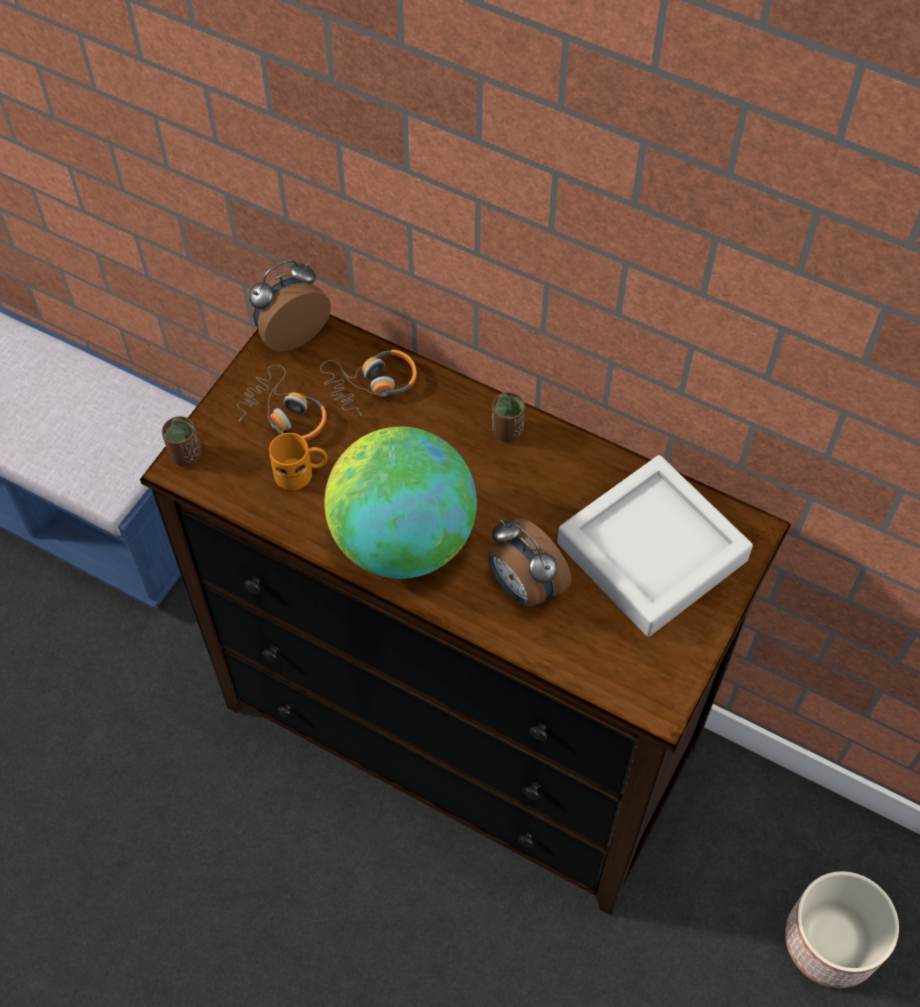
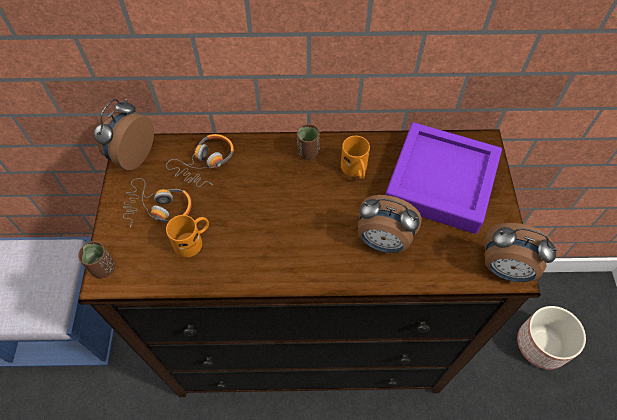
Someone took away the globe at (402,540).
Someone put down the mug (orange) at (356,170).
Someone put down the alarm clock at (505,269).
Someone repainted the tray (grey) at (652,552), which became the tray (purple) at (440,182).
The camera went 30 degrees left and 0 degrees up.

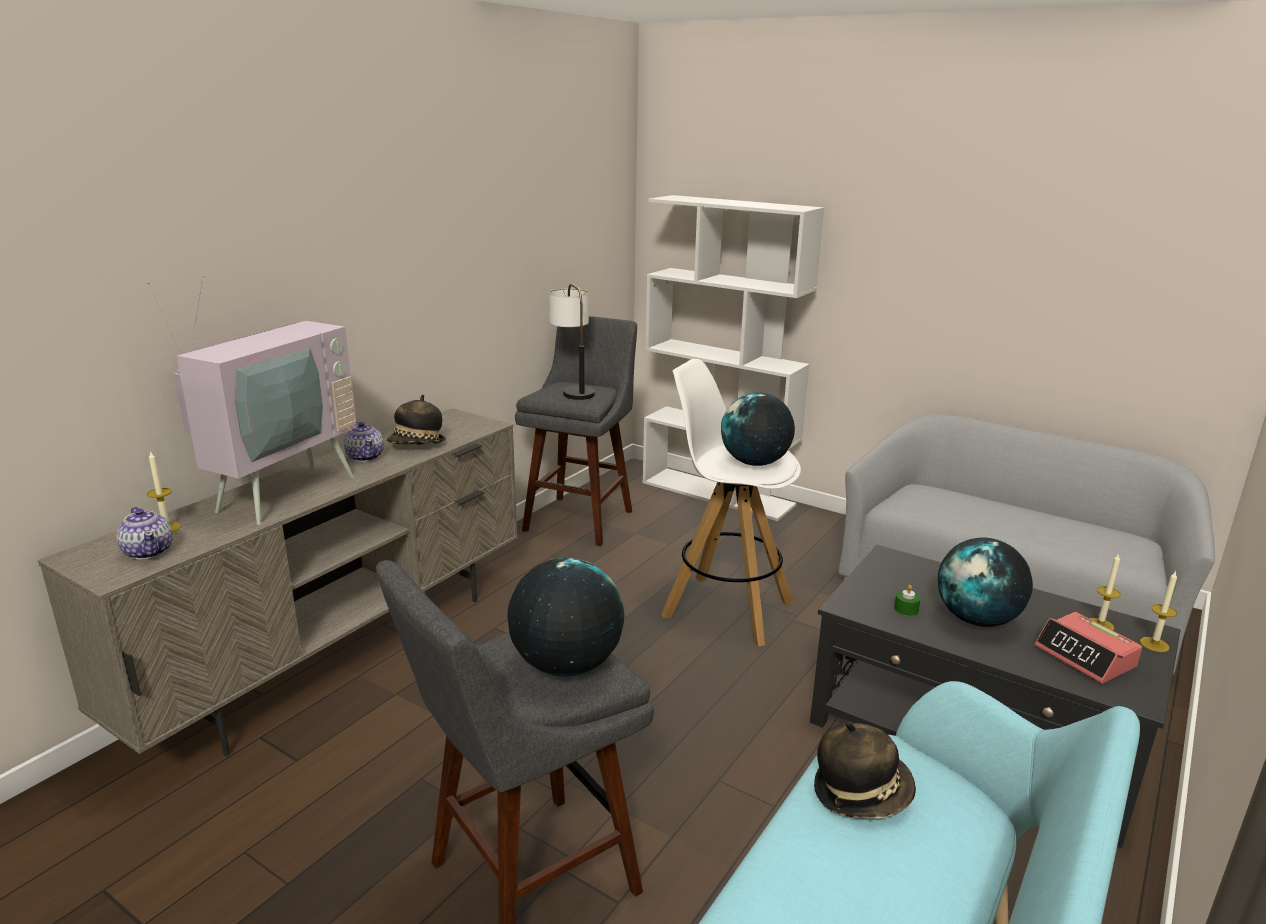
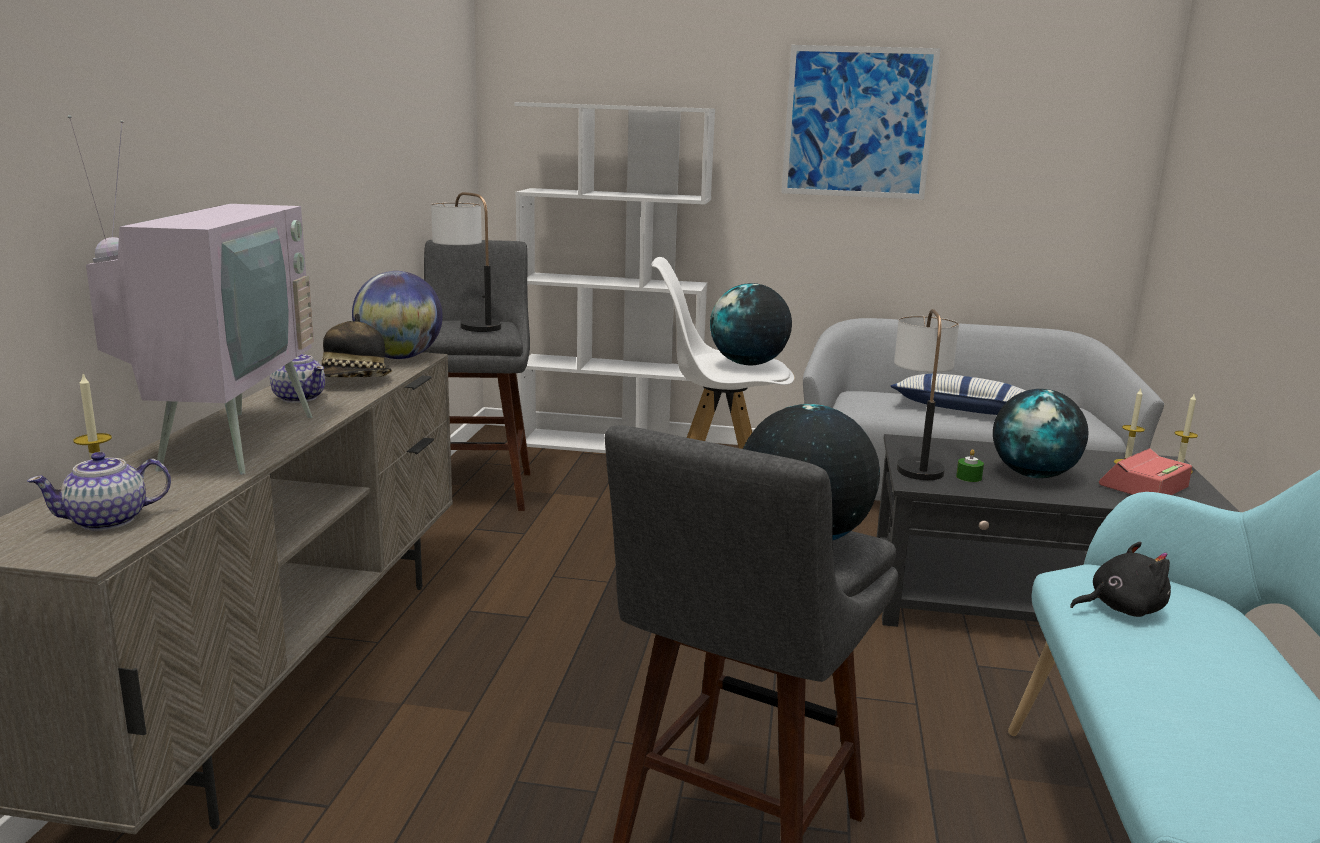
Someone put down the globe at (400,357).
Someone put up the picture at (858,123).
Someone put down the pillow at (964,410).
Someone put down the table lamp at (916,462).
Someone swapped the hat at (861,792) for the plush toy (black) at (1121,608).
Someone rotated the teapot at (149,551) by 120 degrees clockwise.
Someone rotated the alarm clock at (1085,657) by 105 degrees clockwise.
The camera went 25 degrees left and 5 degrees down.

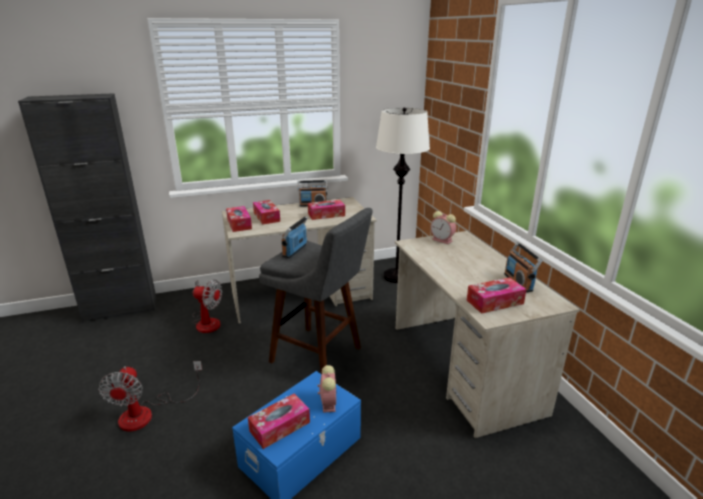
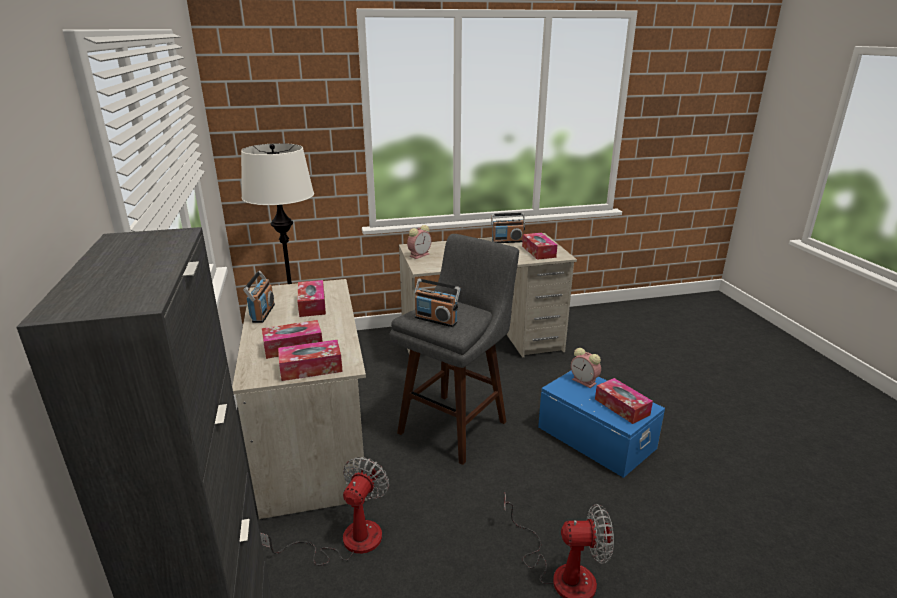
Someone rotated the alarm clock at (328,402) by 135 degrees counterclockwise.
The camera went 85 degrees left and 0 degrees up.

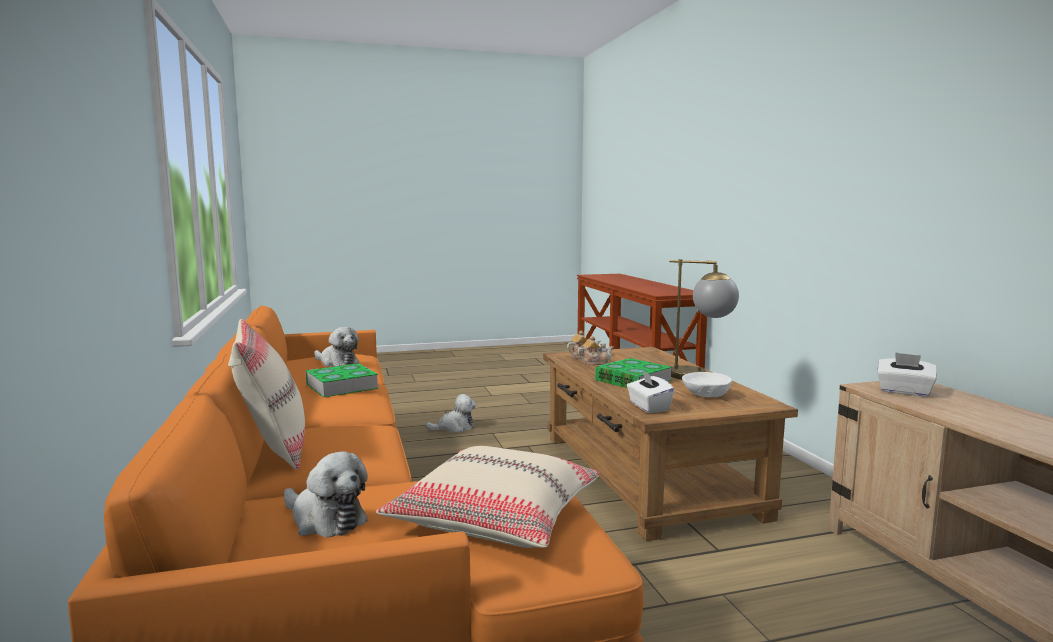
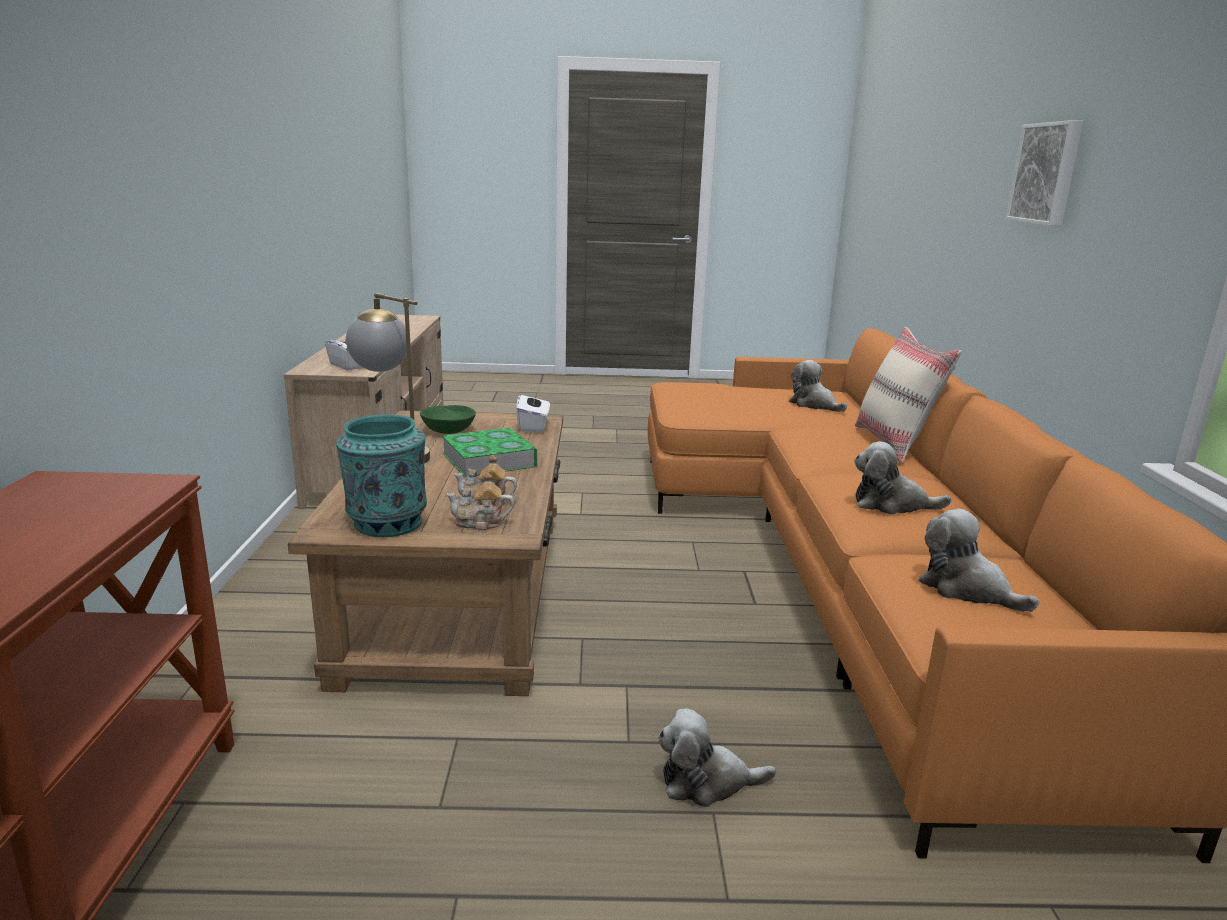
Someone took away the pillow (beige) at (495,516).
Someone put down the vase (turquoise) at (386,524).
Someone put up the picture at (1047,173).
Someone swapped the book at (342,386) for the plush toy at (891,504).
Someone repainted the bowl (white) at (706,395), which became the bowl (green) at (447,431).
The camera went 165 degrees left and 10 degrees up.

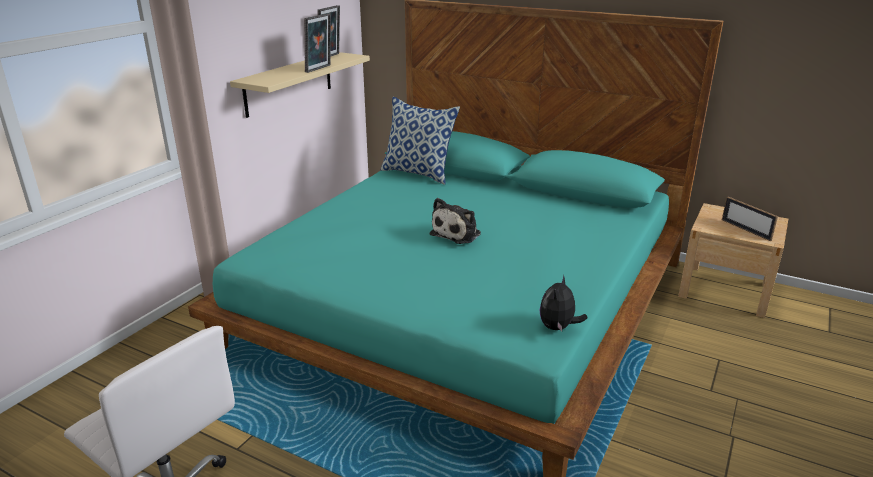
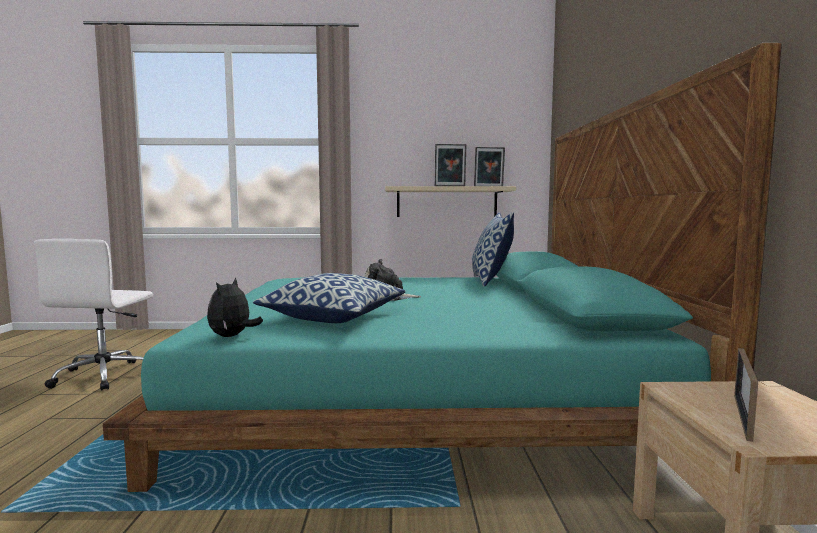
Someone put down the pillow at (334,317).
Someone rotated the plush toy at (558,327) by 75 degrees counterclockwise.
The camera went 60 degrees right and 20 degrees down.

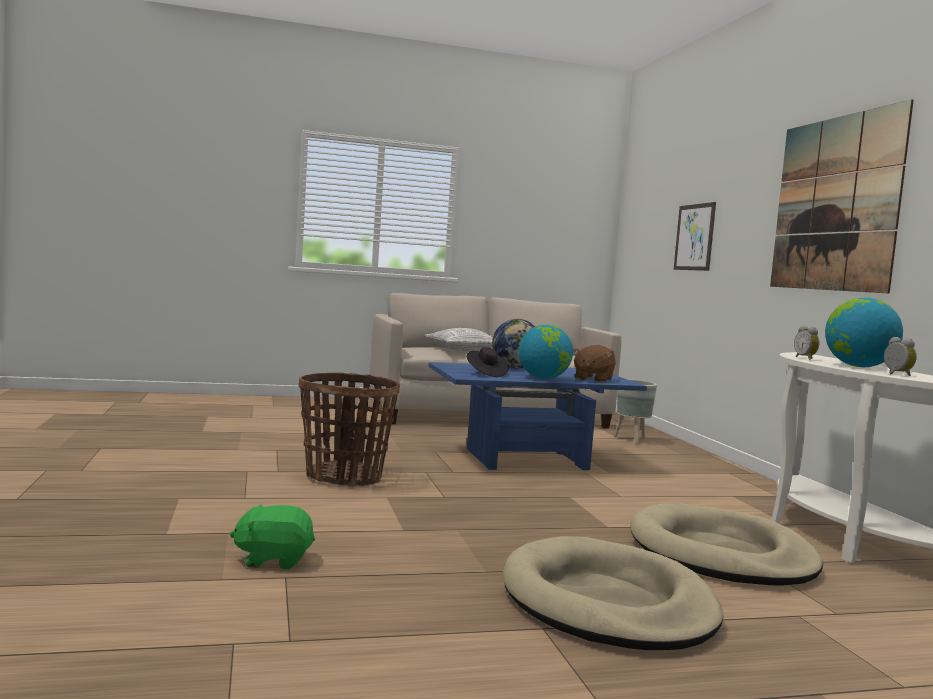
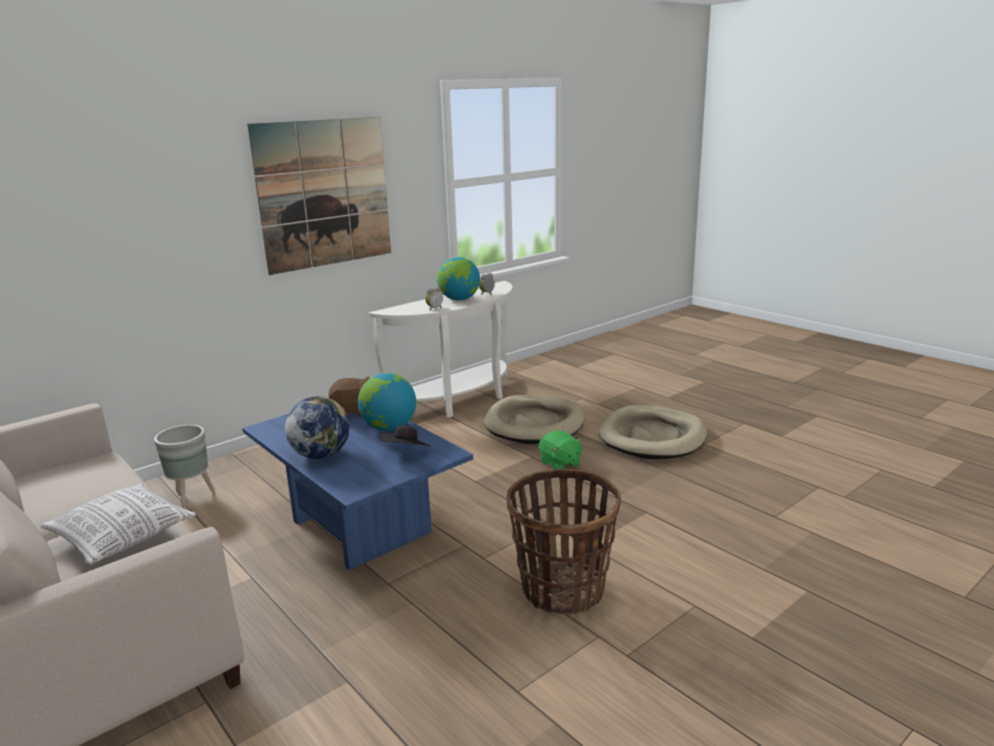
Someone took away the picture at (694,237).
Someone carried the plush toy (green) from (273,560) to (560,464).
The camera went 115 degrees left and 15 degrees up.

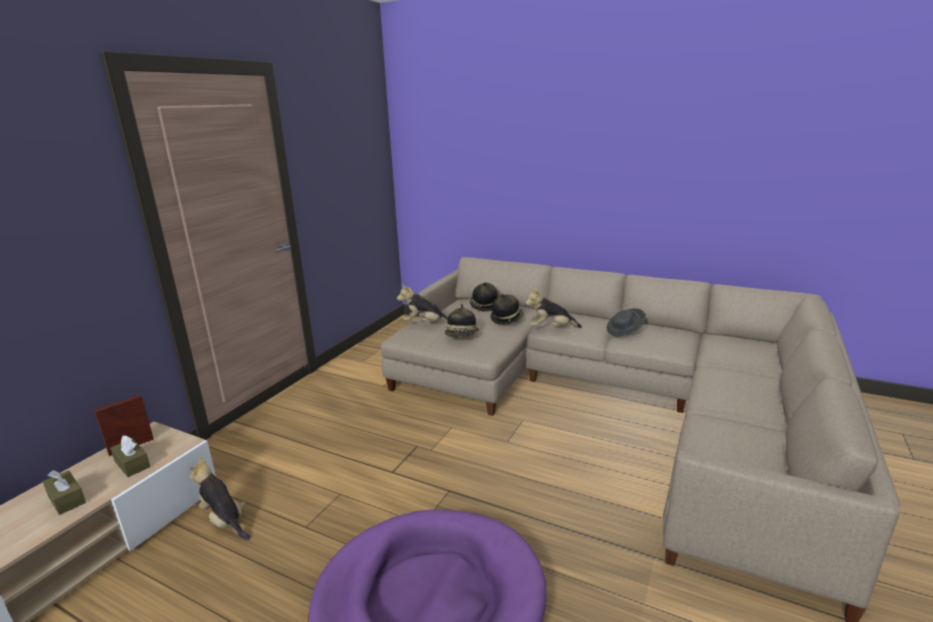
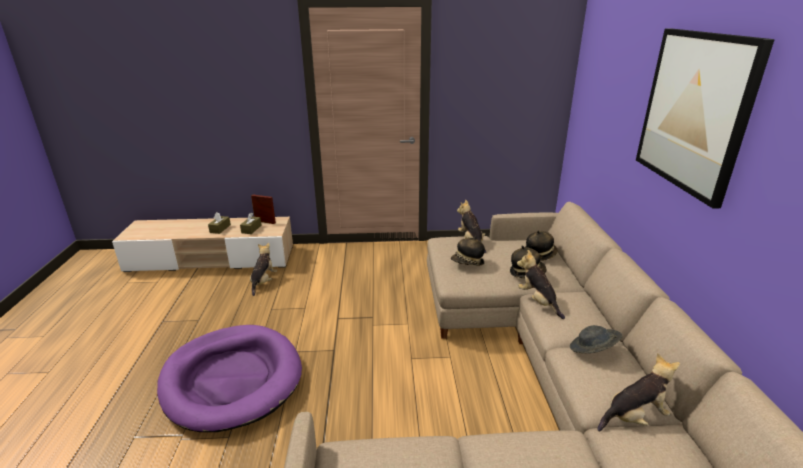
Someone put down the plush toy at (634,417).
Someone put up the picture at (694,112).
The camera went 60 degrees right and 5 degrees up.

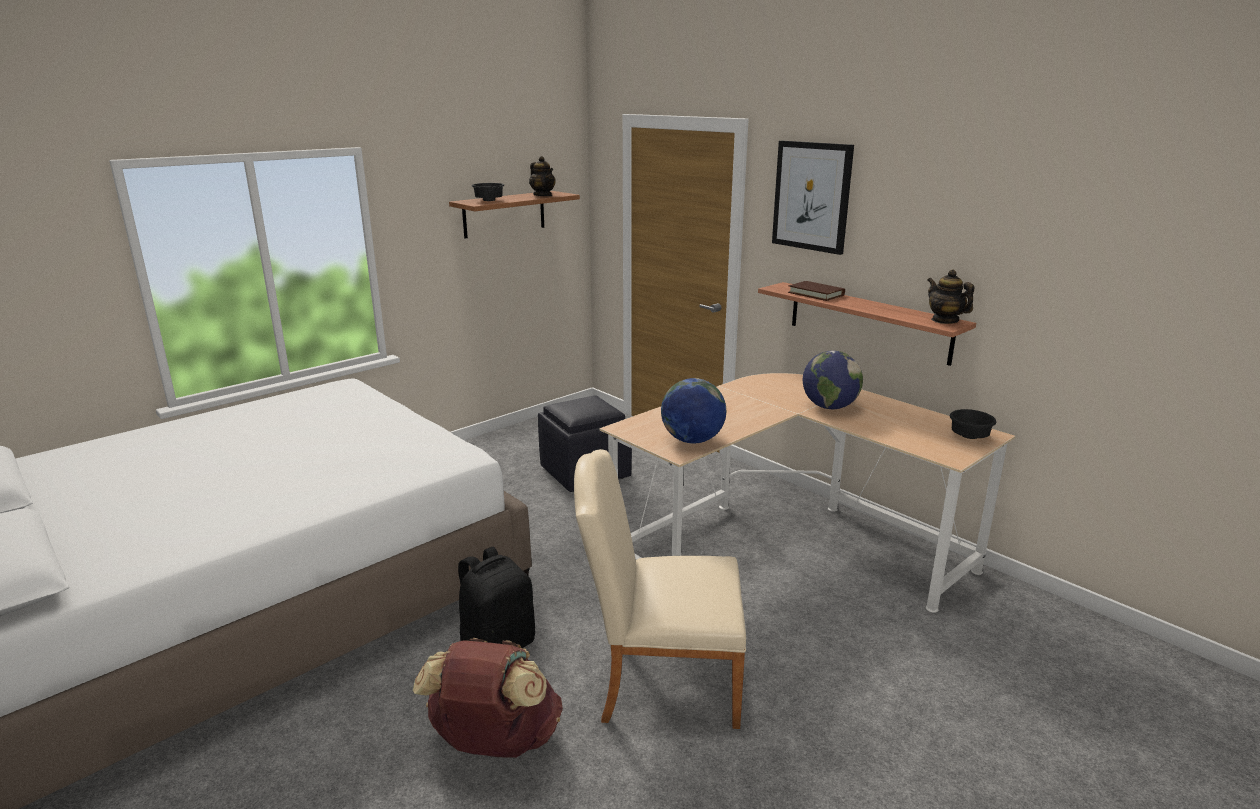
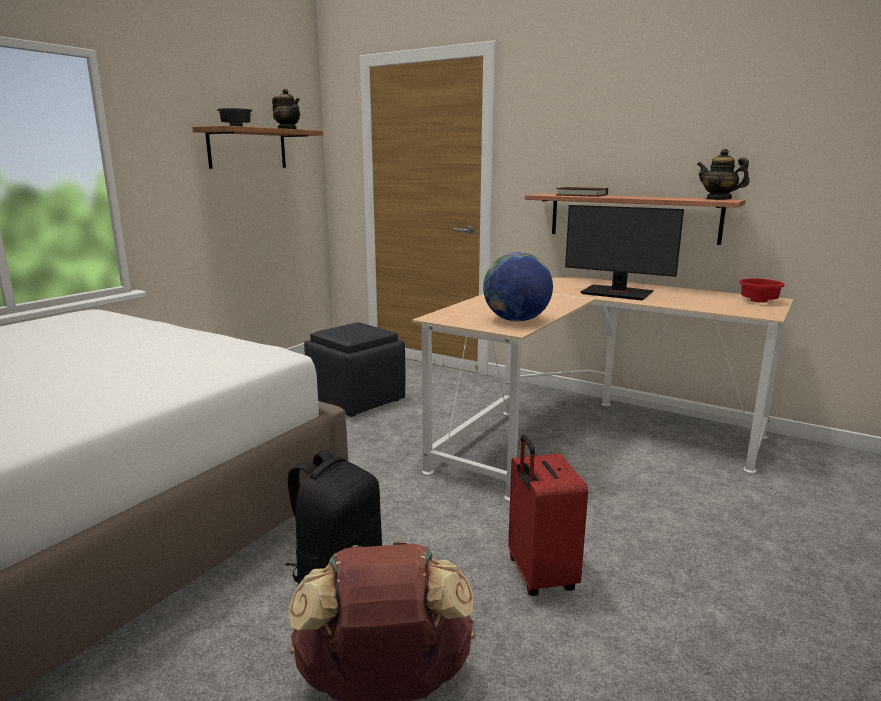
Someone took away the picture at (812,196).
Someone swapped the chair (beige) at (658,679) for the suitcase (red) at (539,576).
Someone swapped the globe at (829,407) for the monitor at (617,293).
Someone repainted the bowl (black) at (970,437), which became the bowl (red) at (760,302).
The camera went 15 degrees left and 5 degrees down.

